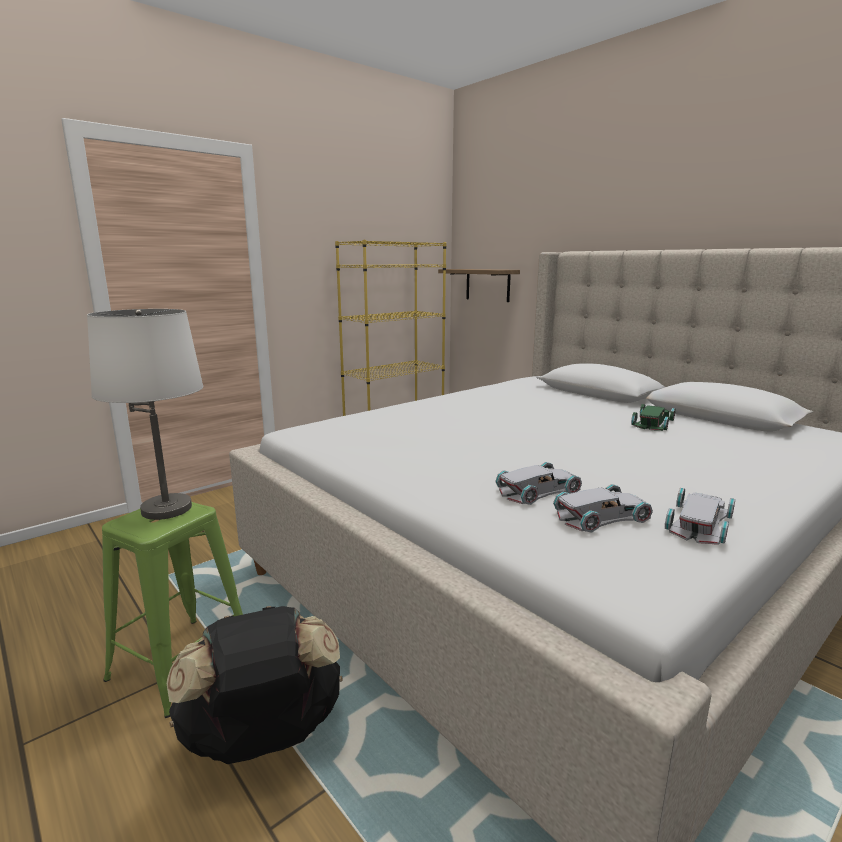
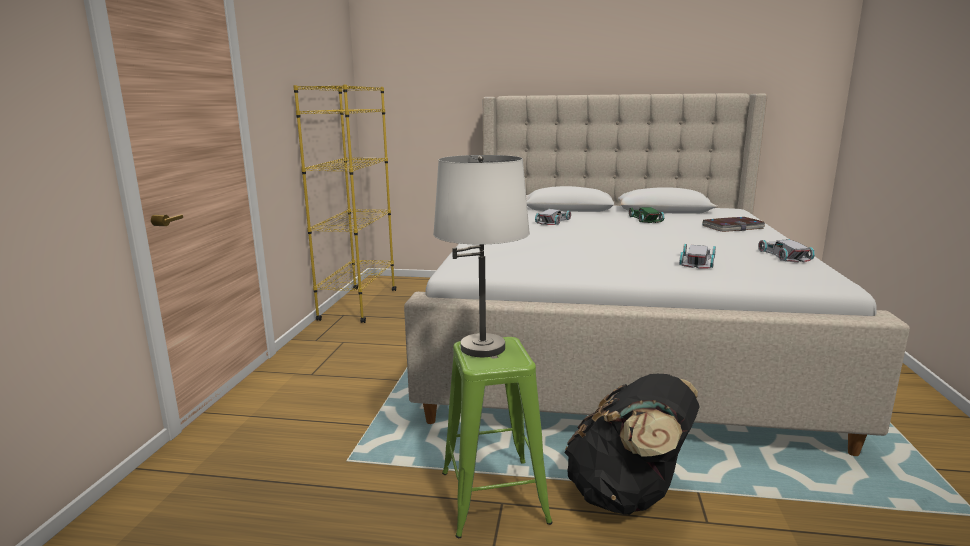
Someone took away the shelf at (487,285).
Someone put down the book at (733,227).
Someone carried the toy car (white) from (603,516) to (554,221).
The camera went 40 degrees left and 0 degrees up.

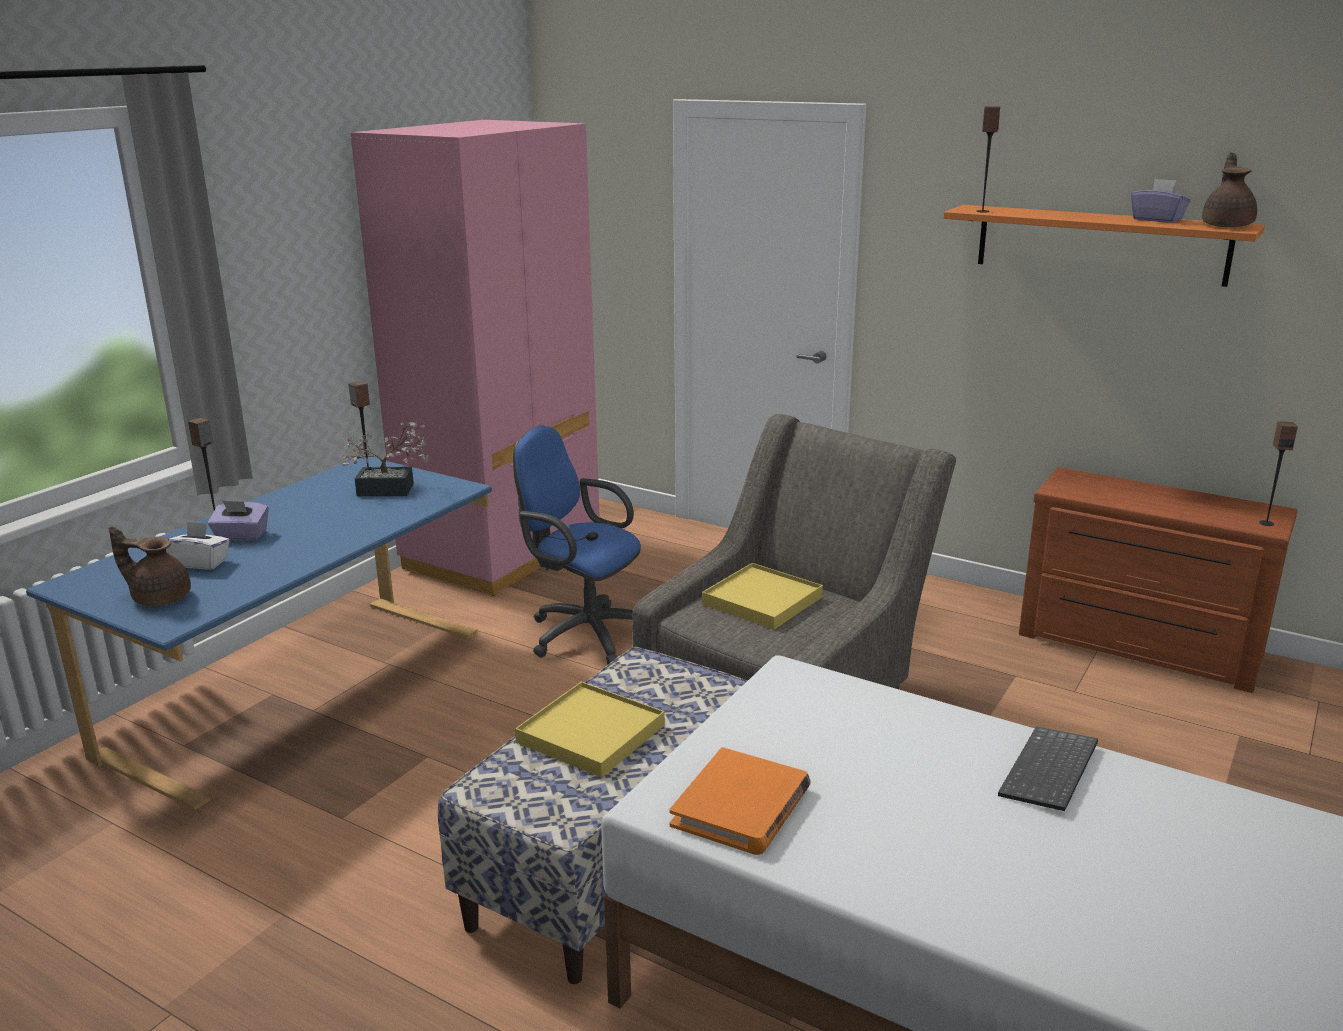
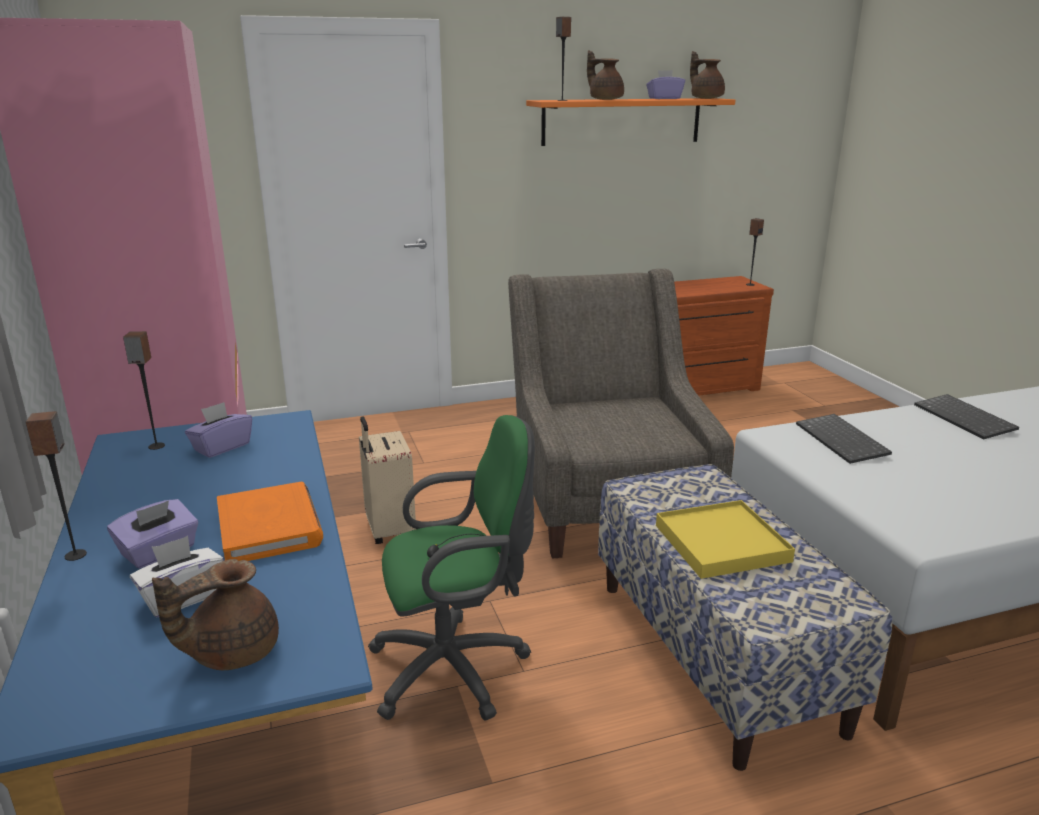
Someone took away the tray (yellow) at (762,600).
Someone put down the office chair (green) at (457,668).
Someone put down the teapot (brown) at (605,99).
Someone put down the keyboard at (843,441).
Someone carried the book (orange) from (741,807) to (270,527).
Someone swapped the potted plant at (392,490) for the tissue box (purple) at (222,447).
Someone swapped the office chair (blue) at (584,633) for the suitcase (beige) at (388,530).
The camera went 50 degrees left and 0 degrees up.

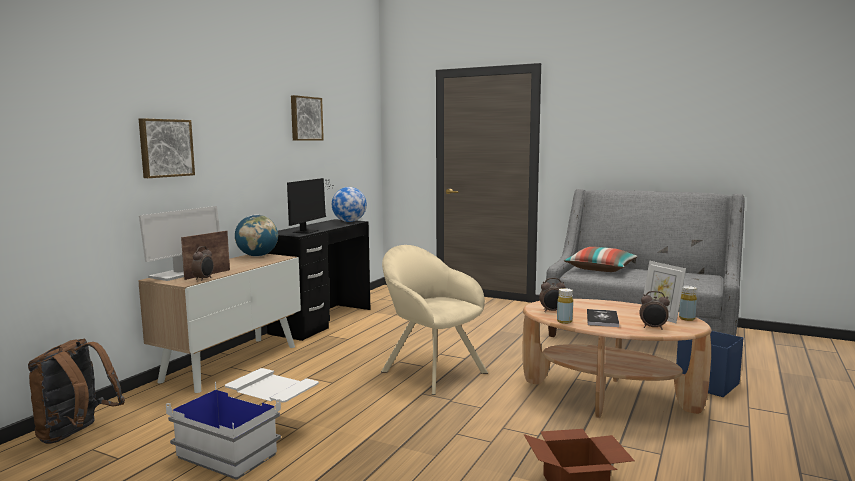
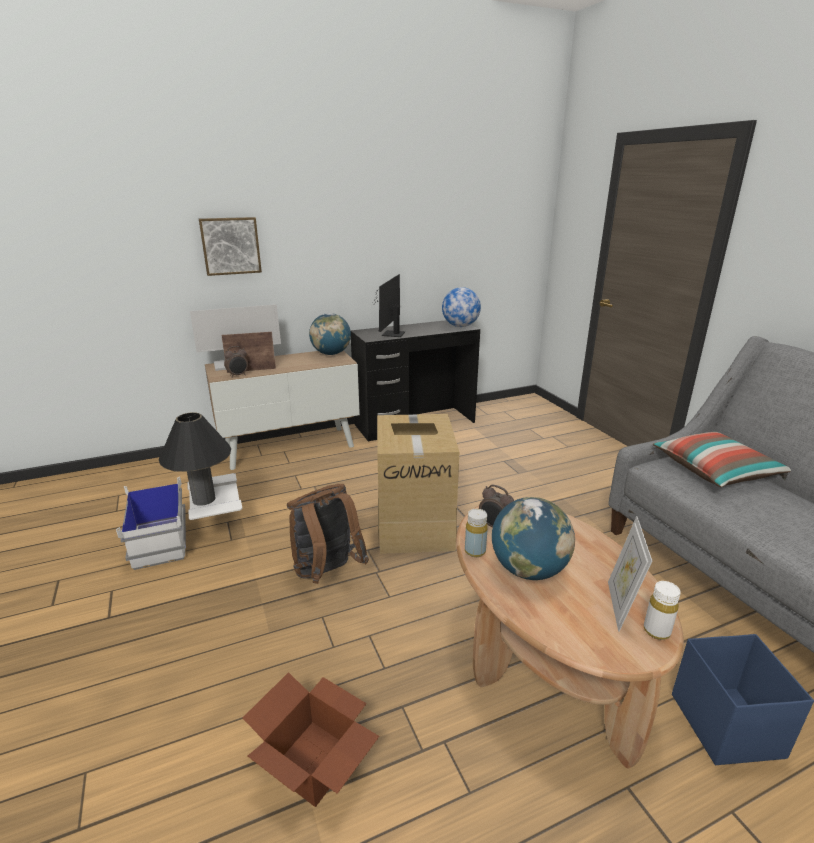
Someone took away the picture at (305,118).
Someone took away the alarm clock at (653,328).
Someone put down the table lamp (black) at (204,499).
Someone carried the backpack (brown) from (76,434) to (326,573).
Someone swapped the armchair (beige) at (430,370) for the cardboard box at (415,524).
Someone swapped the book at (602,319) for the globe at (528,570).
Someone repainted the bottle (yellow) at (687,318), which became the bottle (white) at (656,631).
Someone rotated the monitor at (308,231) by 135 degrees clockwise.
The camera went 40 degrees right and 15 degrees up.

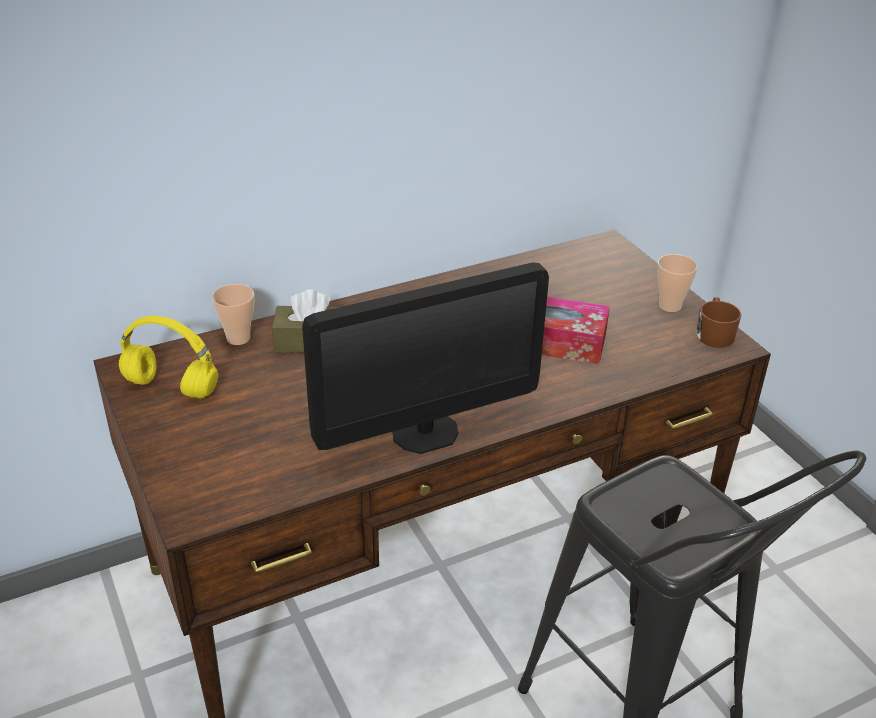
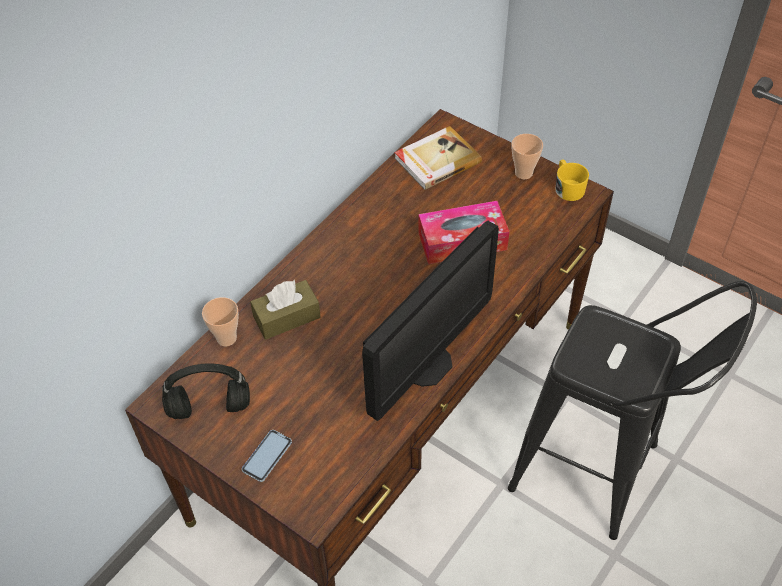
Someone put down the phone at (267,456).
Someone put down the book at (436,160).
Someone repainted the headphones (yellow) at (169,387), which became the headphones (black) at (208,408).
Someone repainted the mug (brown) at (714,333), which became the mug (yellow) at (568,187).
The camera went 25 degrees left and 15 degrees up.

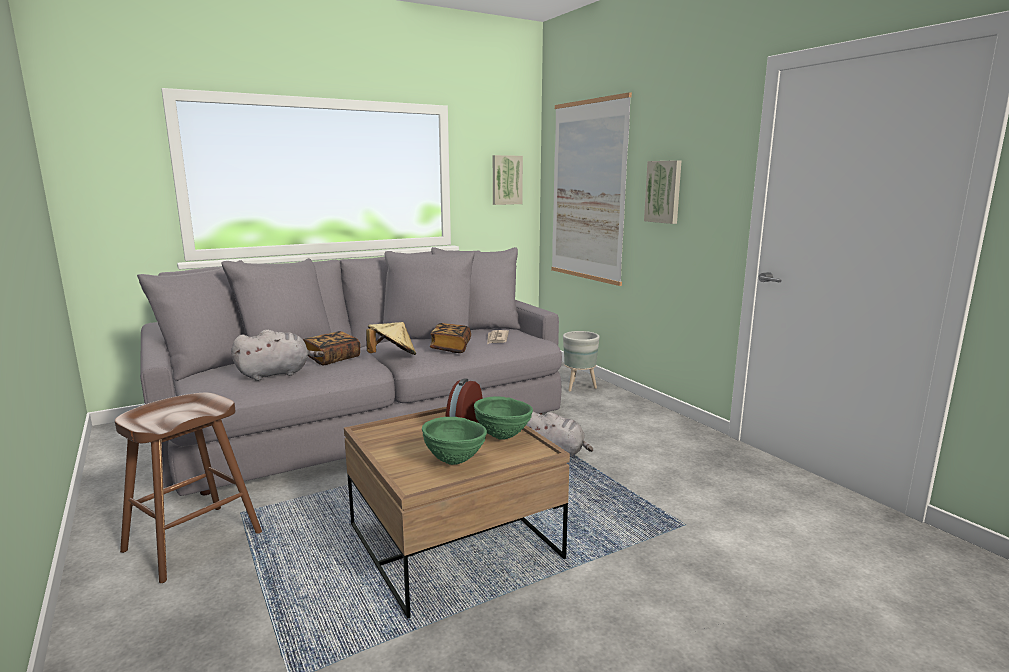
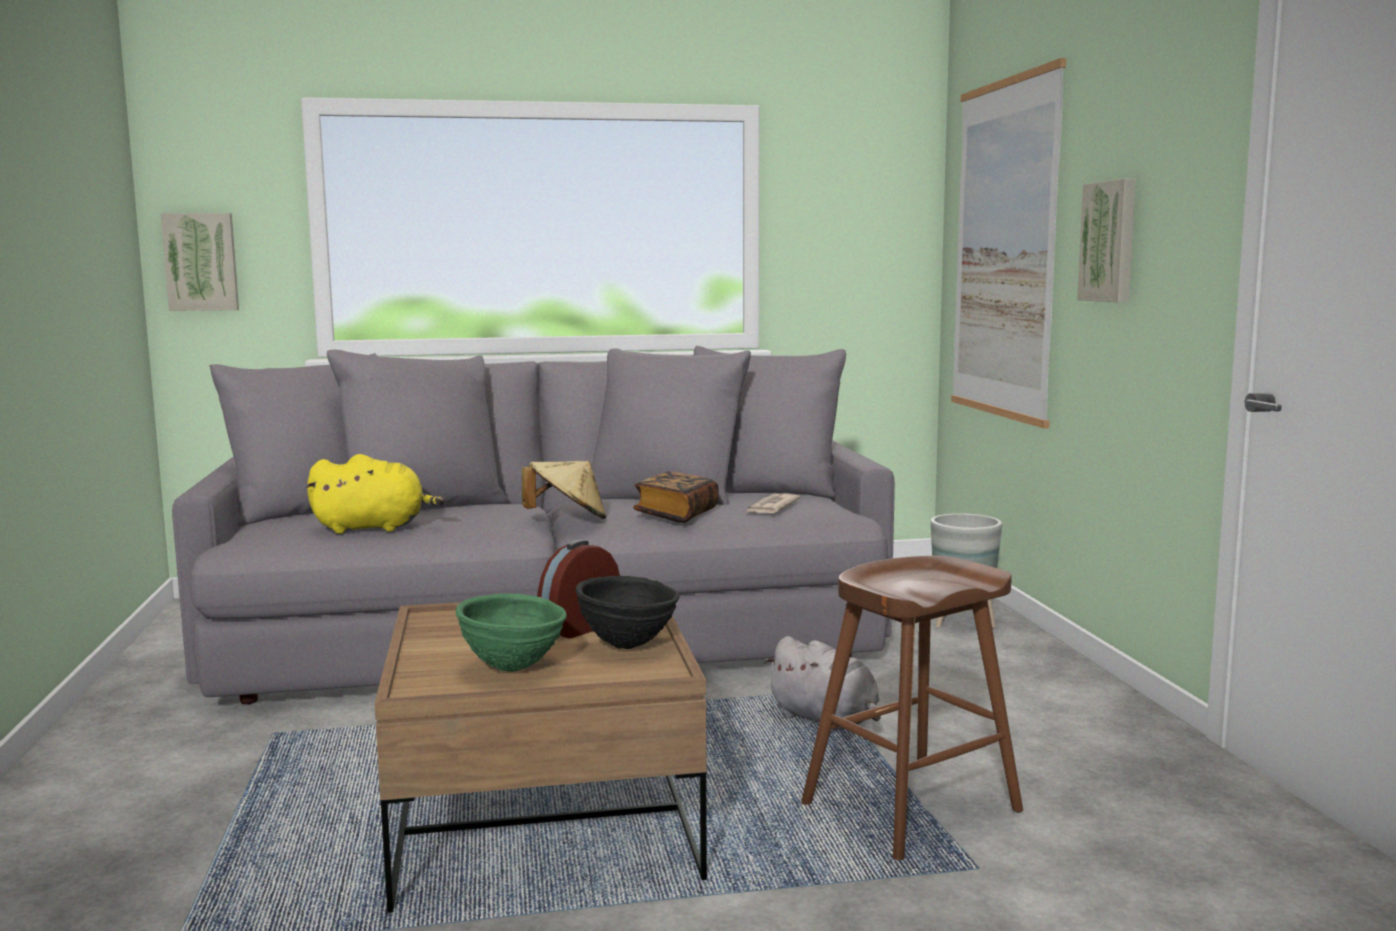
Someone took away the book at (332,358).
Someone carried the stool (brown) from (192,542) to (910,808).
Someone carried the picture from (506,180) to (201,262).
Someone repainted the plush toy (grey) at (277,374), which became the plush toy (yellow) at (374,528).
Someone repainted the bowl (green) at (503,437), which became the bowl (black) at (628,646).
The camera went 20 degrees right and 5 degrees down.

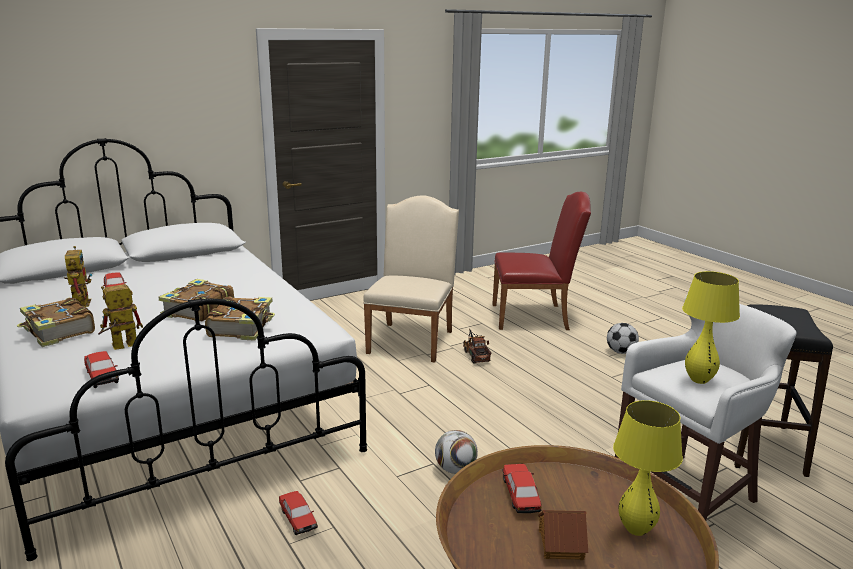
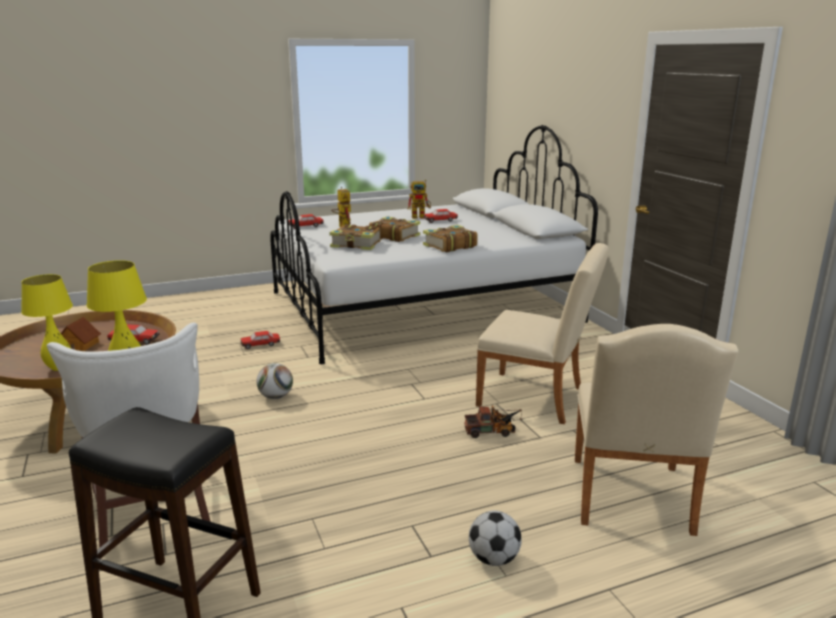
Someone carried the book from (58,332) to (449,246).
Someone repainted the chair (red) at (535,317), which became the chair (beige) at (631,500).
The camera went 100 degrees right and 0 degrees up.

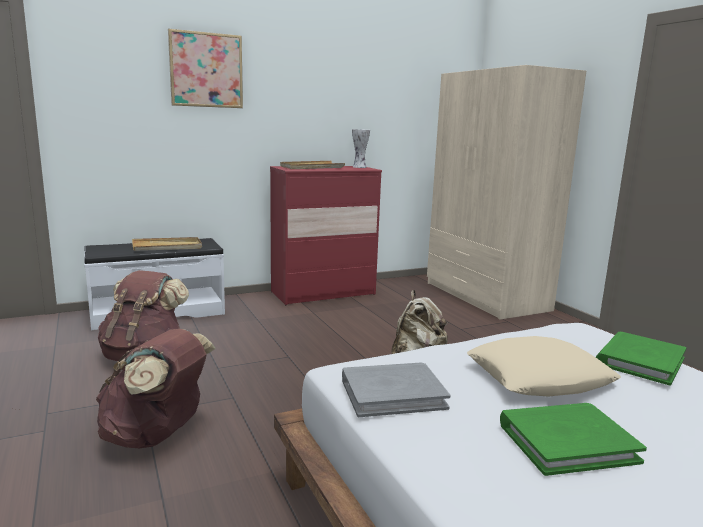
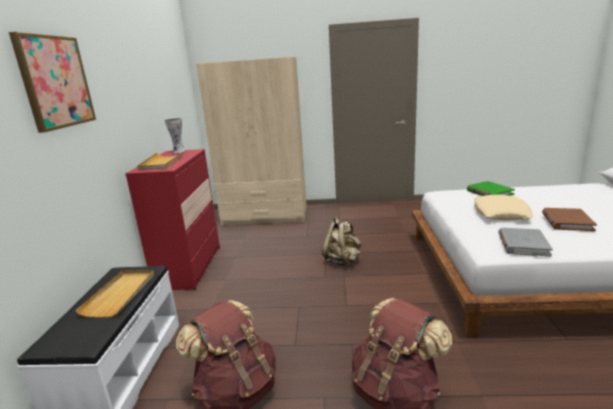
Someone repainted the book (green) at (567,442), which became the book (brown) at (566,221).
The camera went 60 degrees left and 5 degrees up.

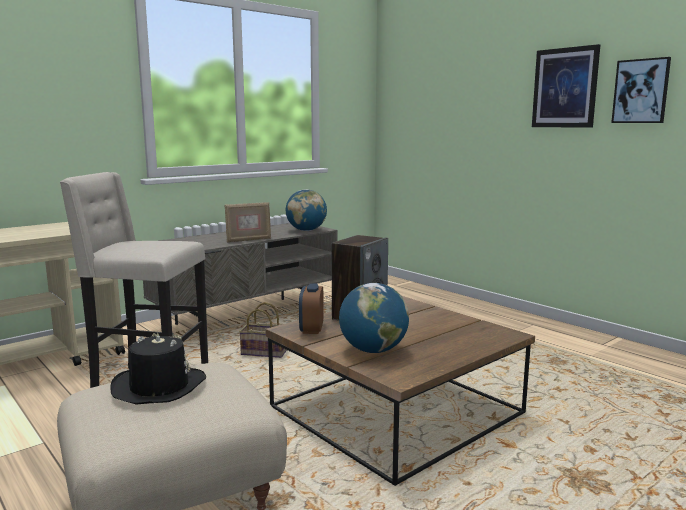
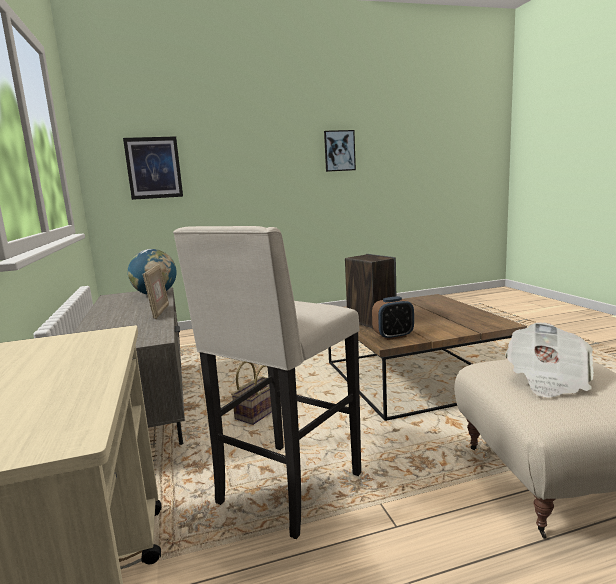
Someone took away the globe at (373,350).
Someone carried the picture from (565,88) to (154,168).
Someone swapped the hat (black) at (158,387) for the newspaper at (547,380).
Someone rotated the alarm clock at (311,329) by 45 degrees counterclockwise.
The camera went 65 degrees left and 0 degrees up.

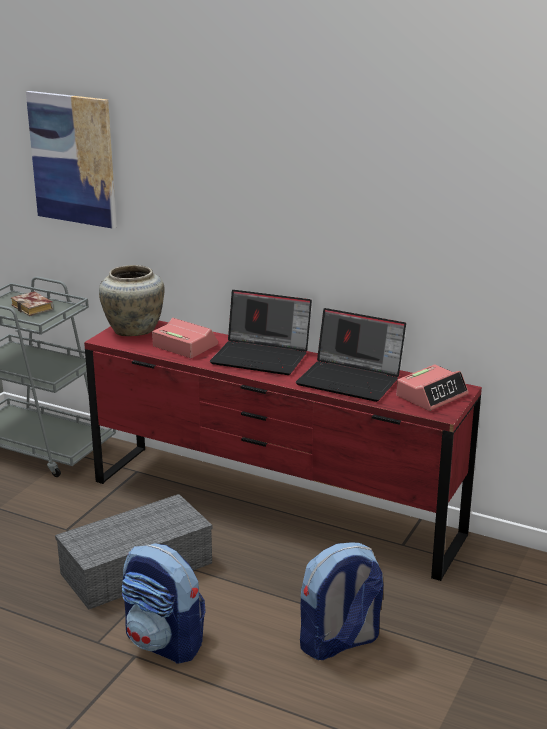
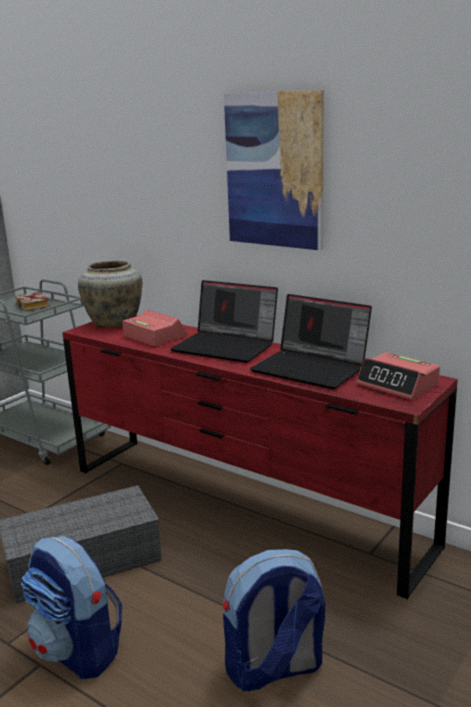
Someone carried the picture from (73,159) to (274,170).
Someone rotated the alarm clock at (432,395) by 75 degrees clockwise.
The camera went 10 degrees right and 5 degrees down.

